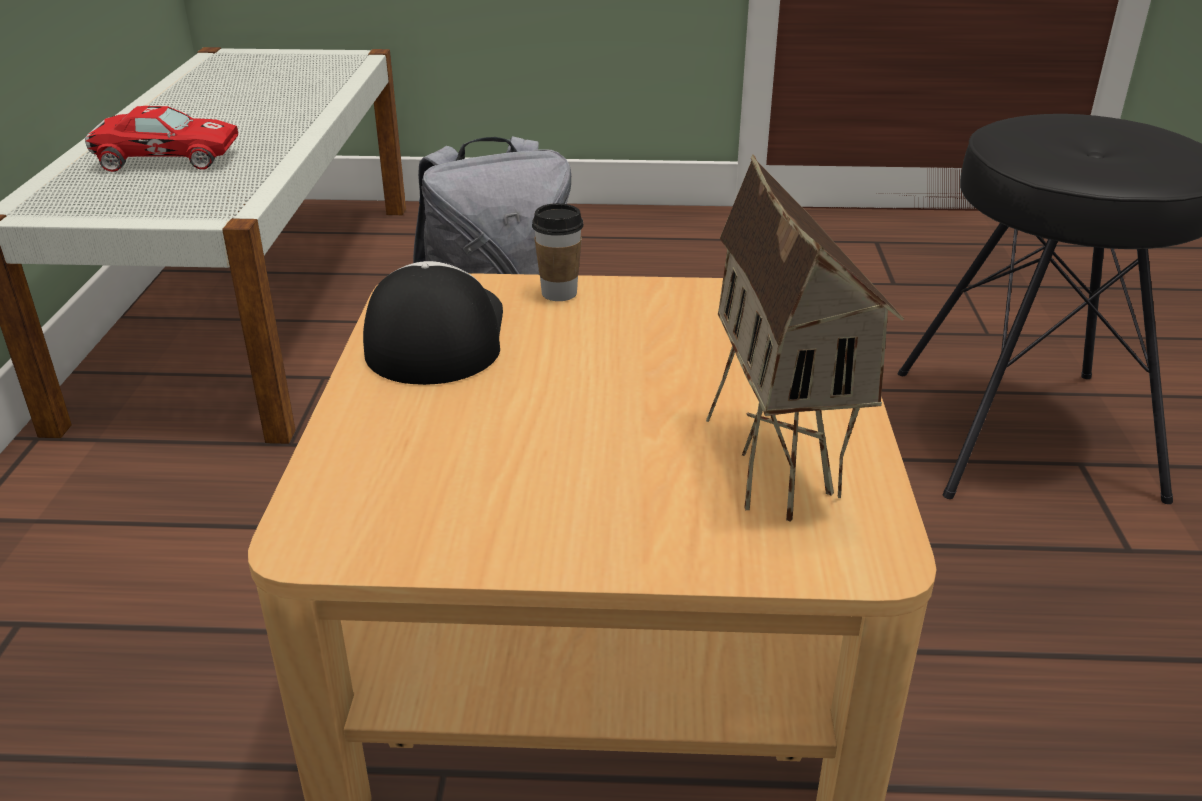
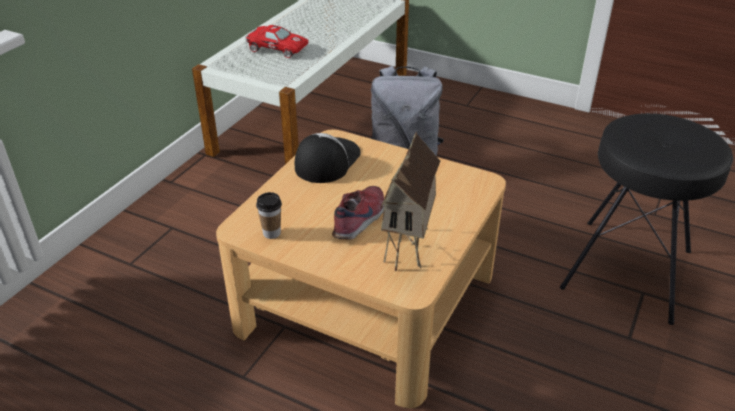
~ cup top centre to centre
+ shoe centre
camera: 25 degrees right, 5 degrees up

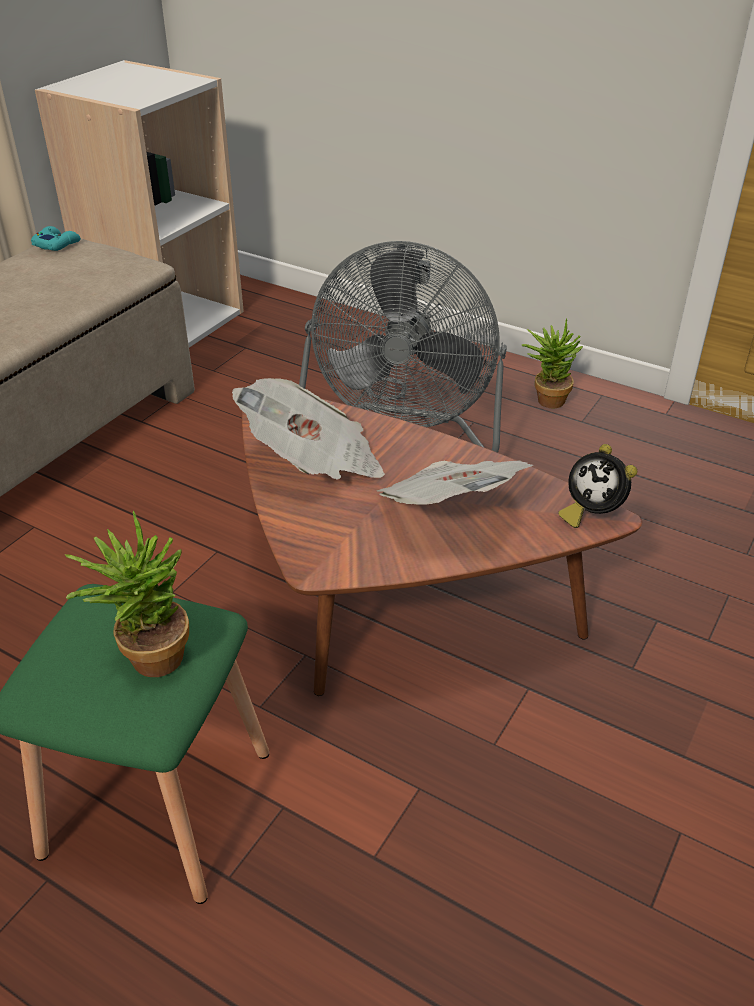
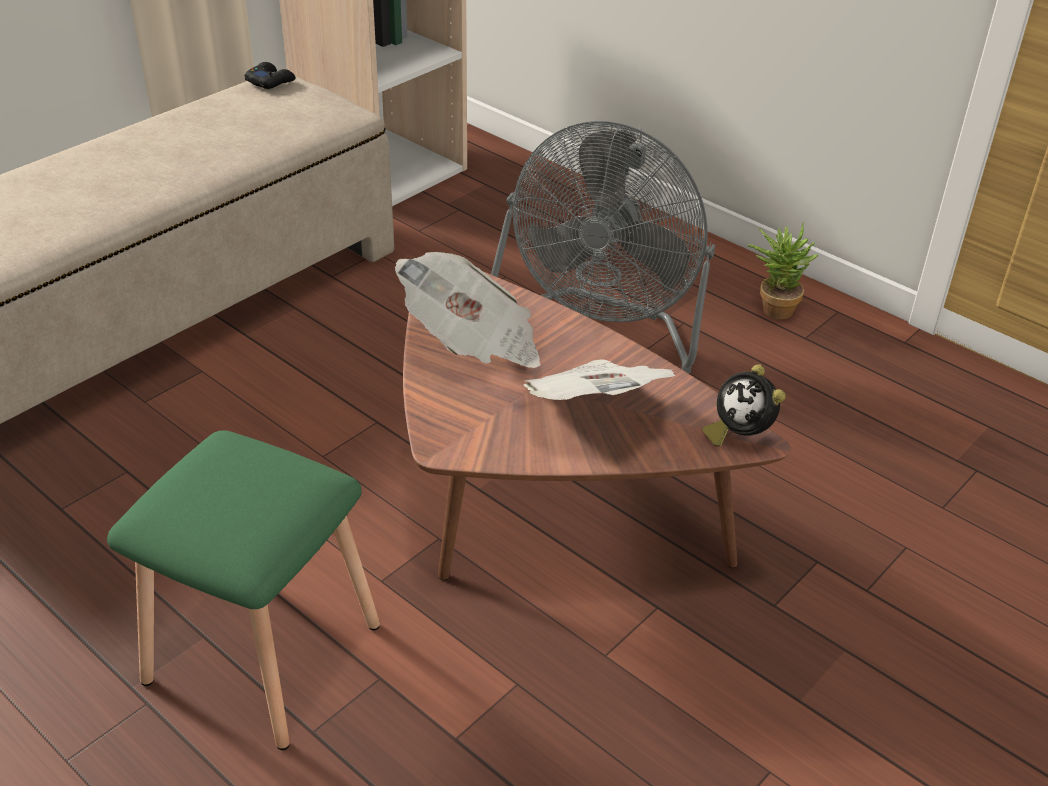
~ turquoise joypad top left to black joypad top left
- plant in a pot (no. 1 from left) middle left
camera: 10 degrees right, 0 degrees up

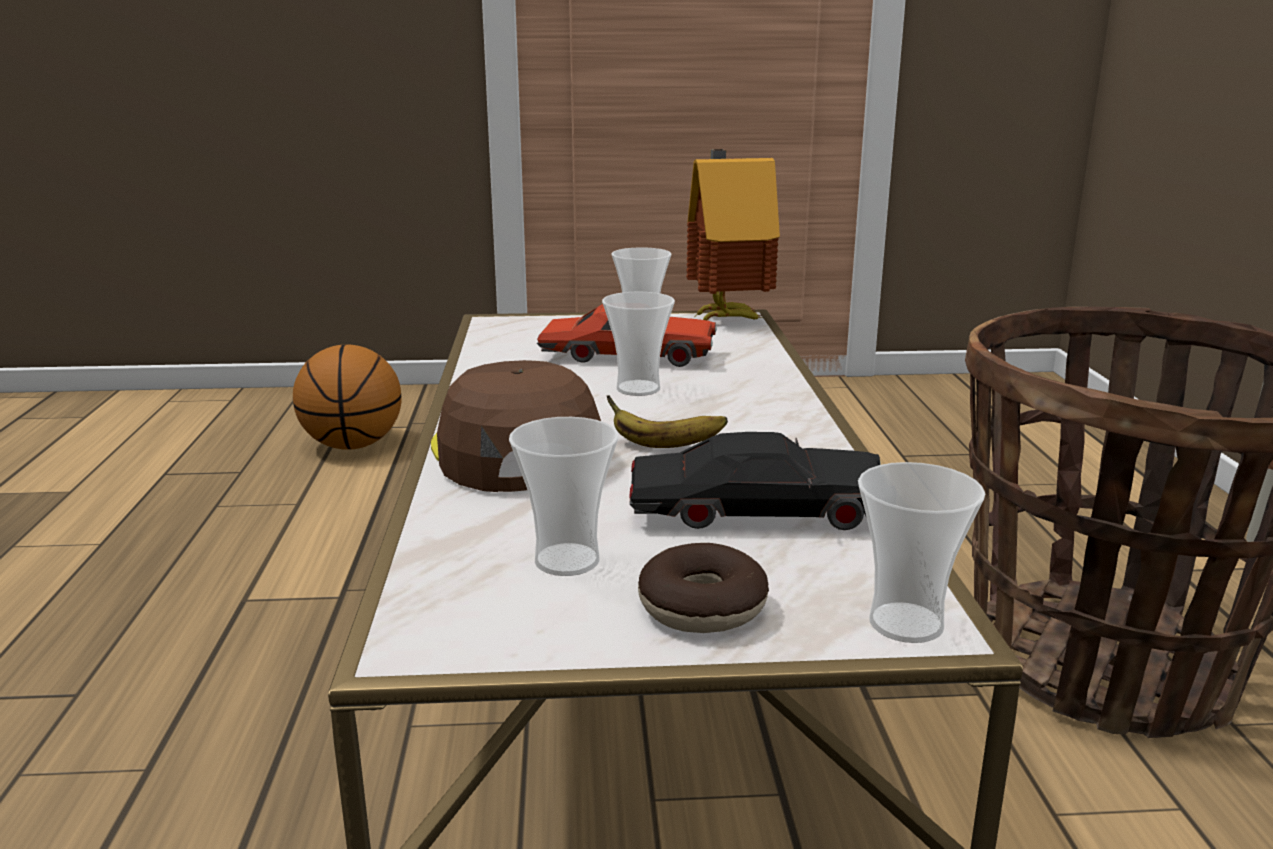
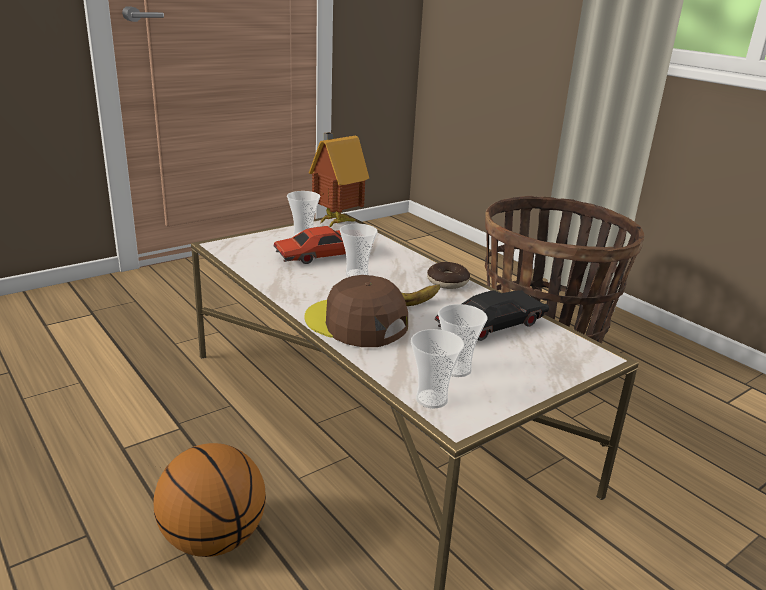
~ ball for basketball middle left to bottom left
~ doughnut bottom centre to centre
~ cup (no. 4 from left in the first image) middle right to cup (no. 3 from left) centre
camera: 35 degrees left, 5 degrees up

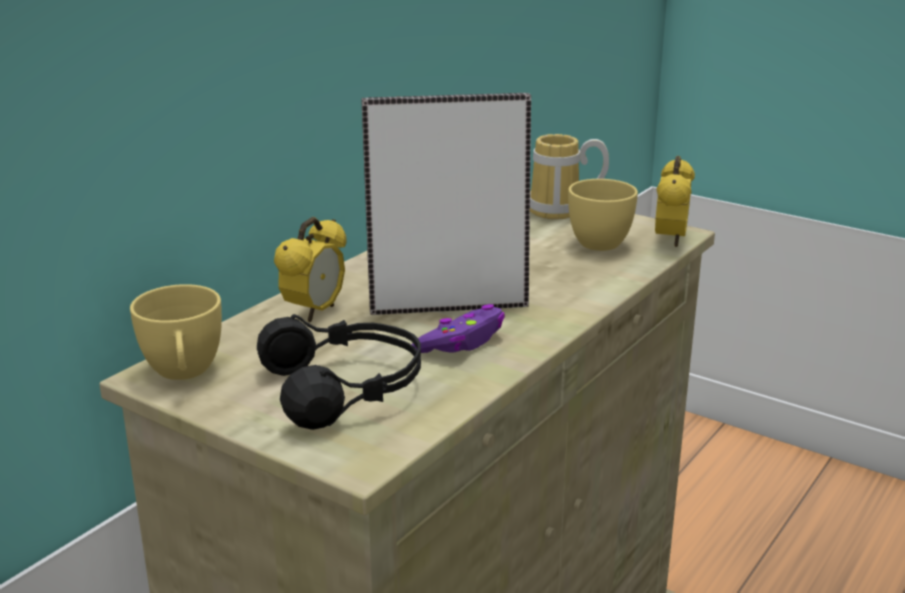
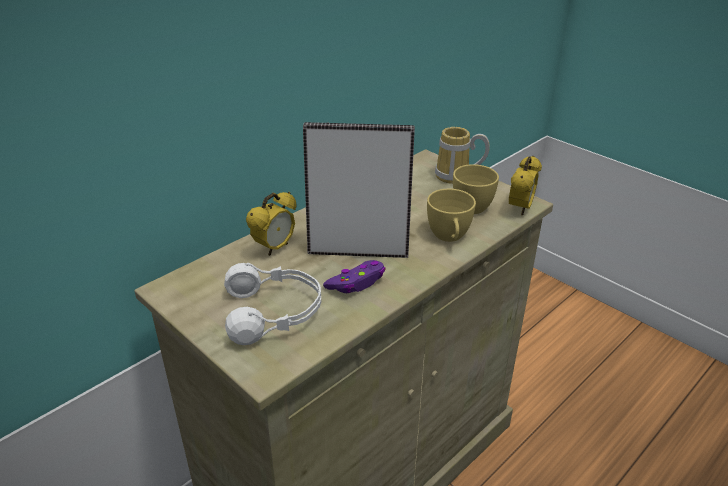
~ yellow-coloured cup (no. 1 from left) middle left to centre
~ black headset centre to white-coloured headset centre
camera: 10 degrees right, 10 degrees up

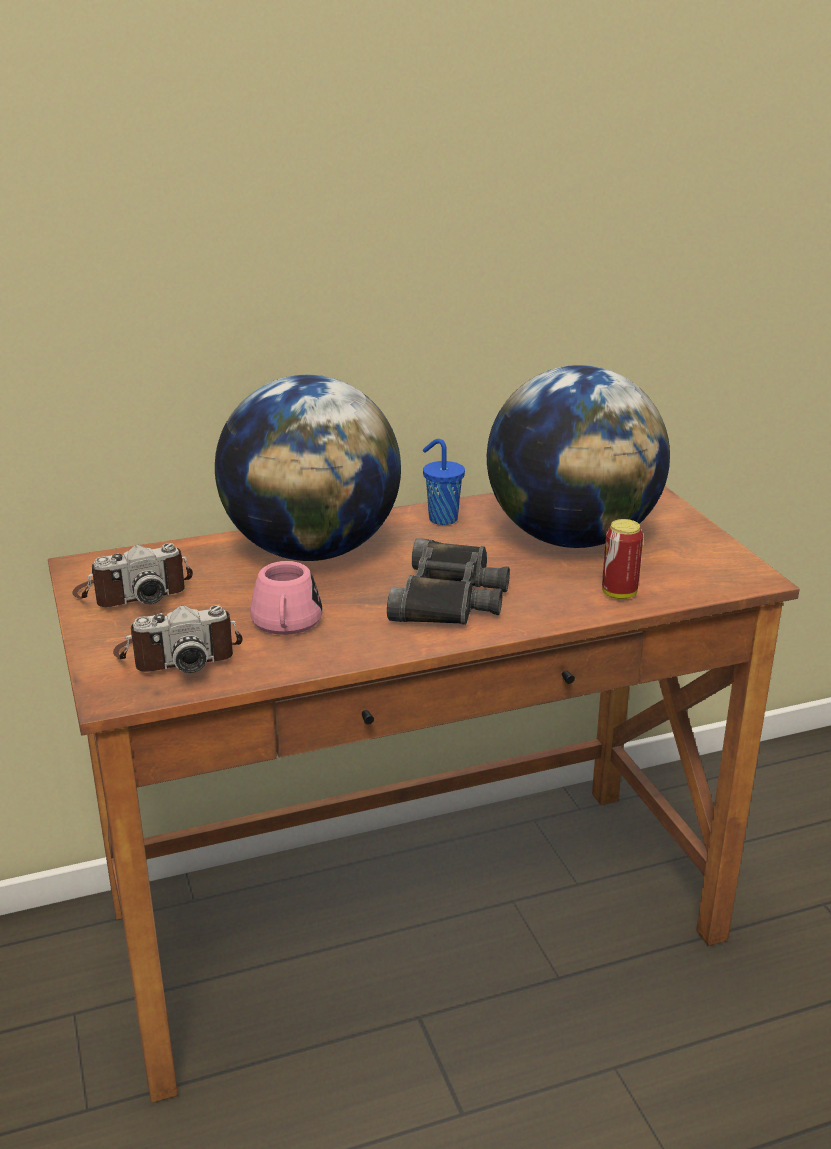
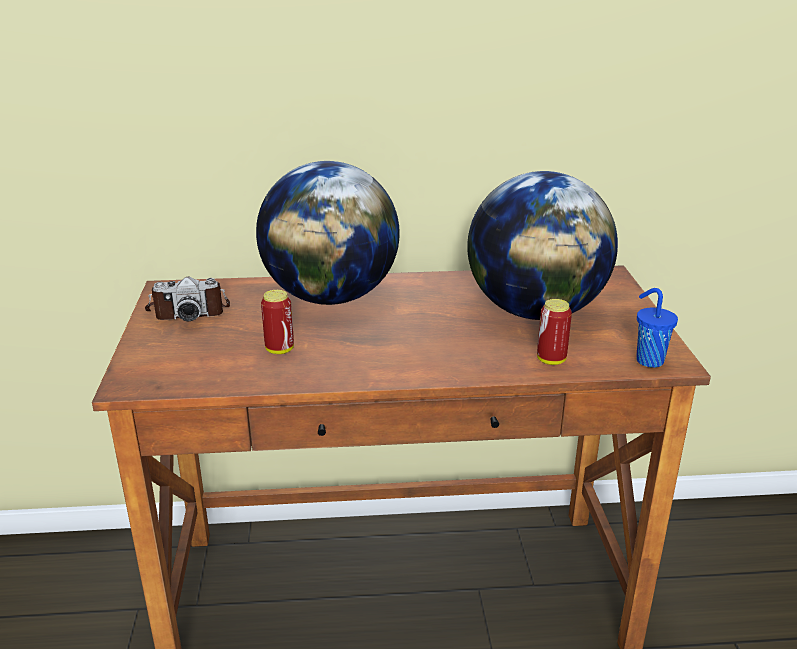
- photo camera (no. 2 from left) middle left
~ pink coffee mug centre to sealed can (no. 1 from left) centre
- black pair of binoculars centre
~ blue cup centre to middle right
camera: 15 degrees right, 0 degrees up

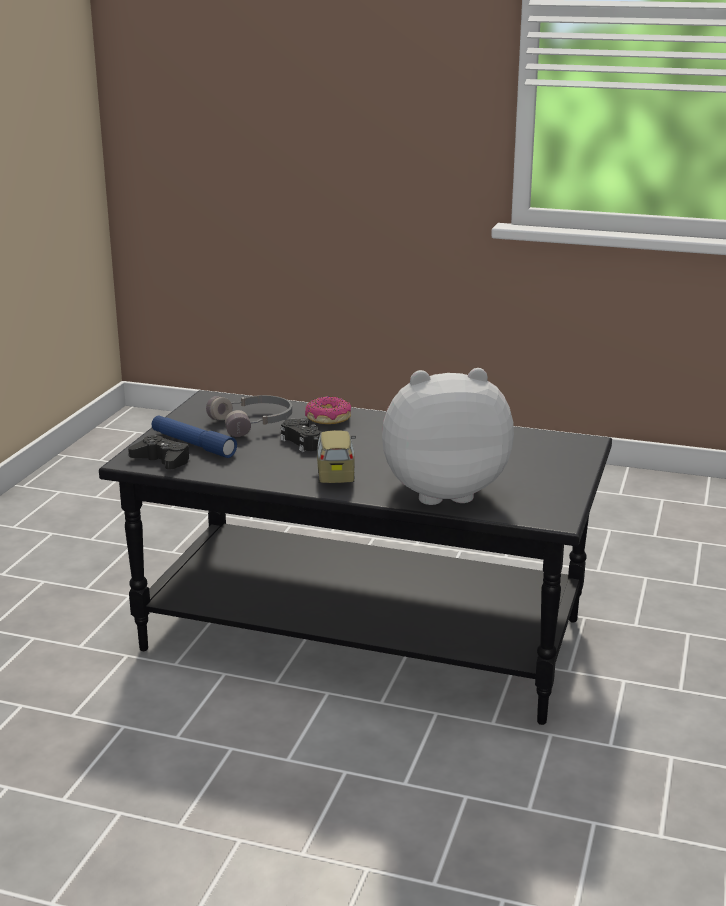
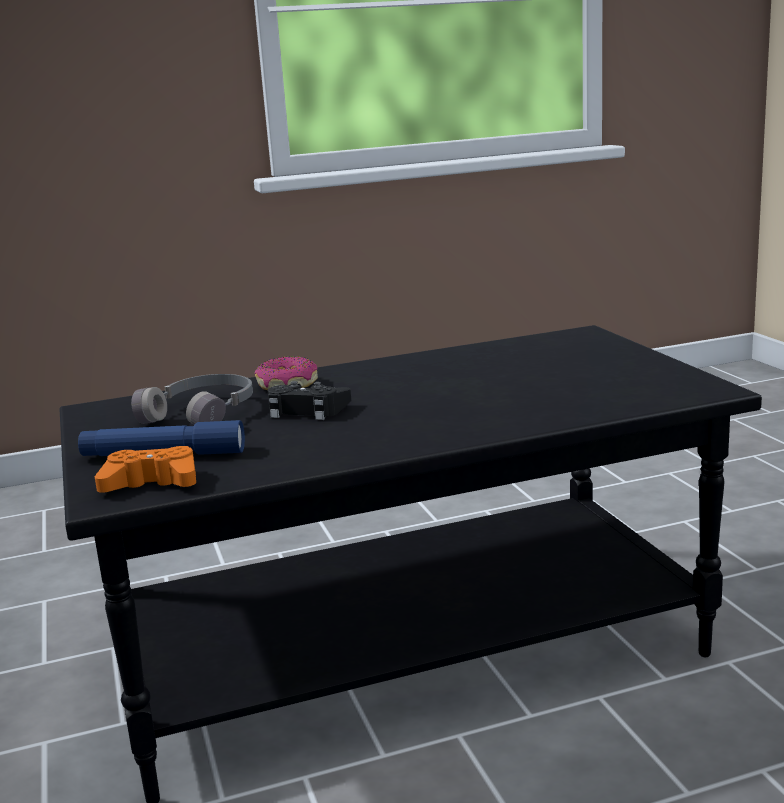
~ black joypad (no. 1 from left) middle left to orange joypad middle left
- model car centre
- cuddly toy centre
camera: 35 degrees left, 5 degrees down

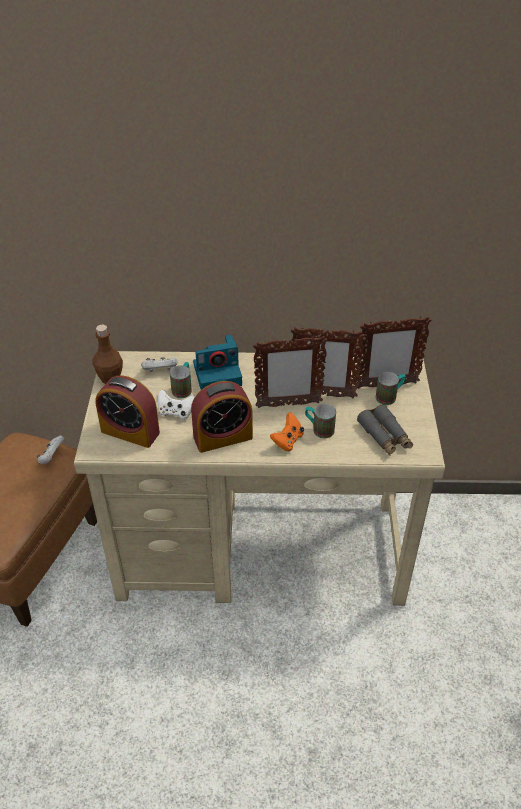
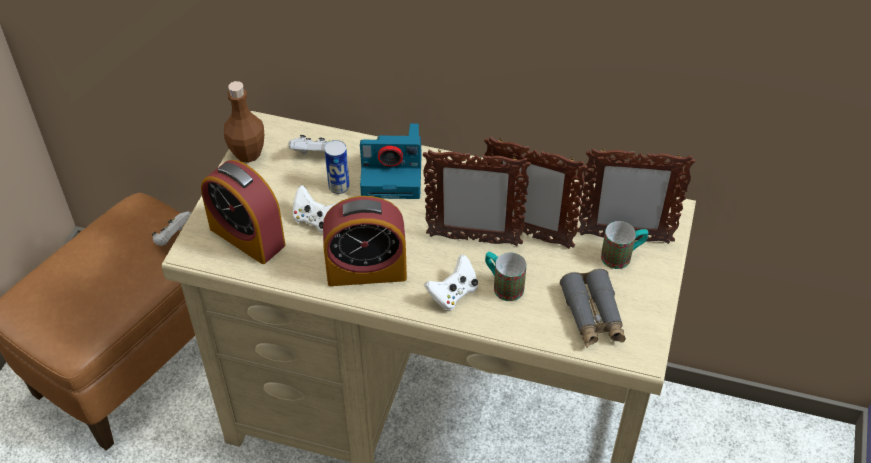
~ coffee mug (no. 1 from left) centre to sealed can centre
~ orange joypad centre to white-coloured joypad (no. 4 from left) centre
camera: 15 degrees right, 5 degrees up

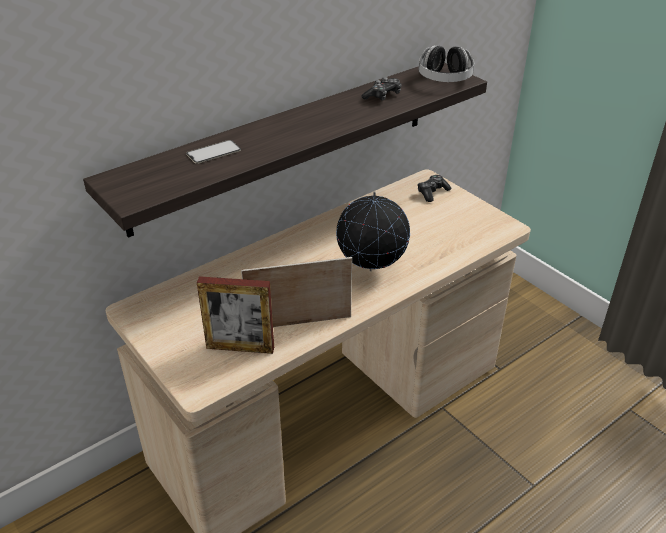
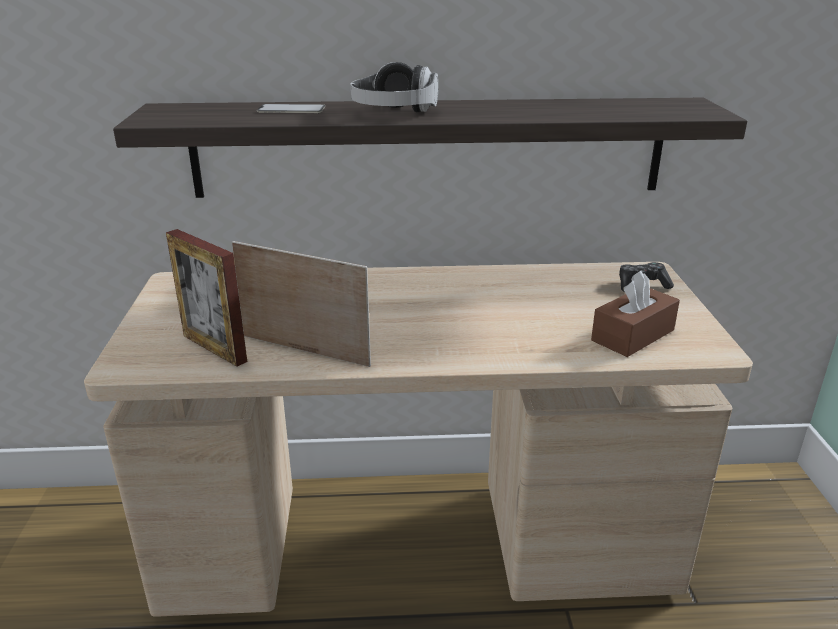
- world globe centre
- joypad (no. 1 from left) top centre
~ headset top right to top centre
+ brown tissue box middle right
camera: 35 degrees right, 10 degrees down

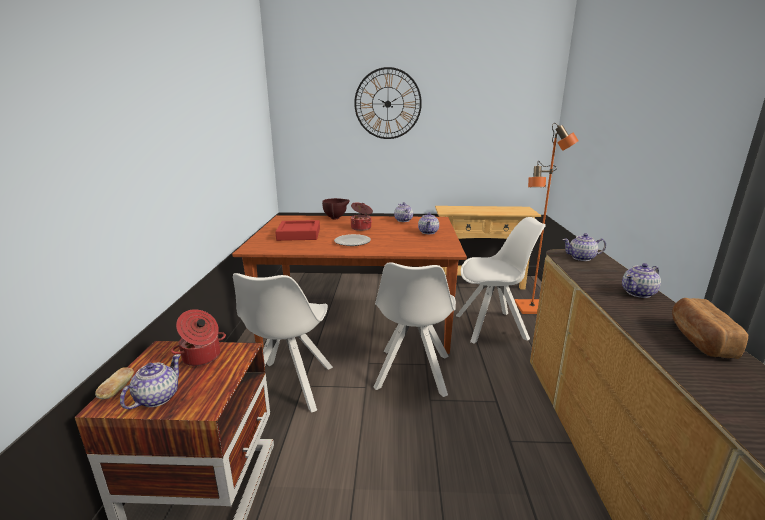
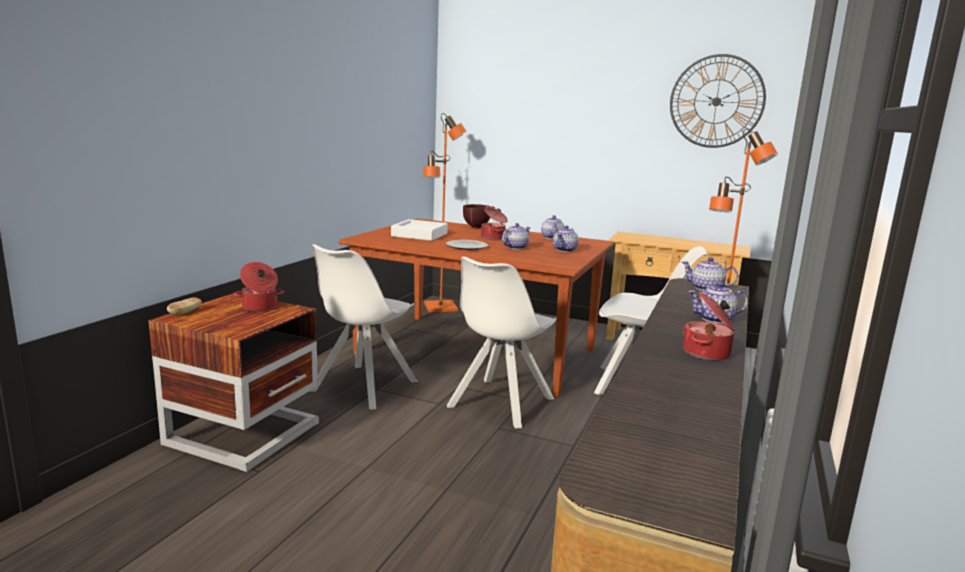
~ tea pot (no. 1 from left) bottom left to centre
~ reddish serving tray centre to white-coloured serving tray centre
~ hanging clock top centre to top right
~ bread (no. 2 from left) middle right to cooking pot (no. 3 from left) middle right
+ orange floor lamp (no. 1 from left) centre
camera: 20 degrees right, 5 degrees down

